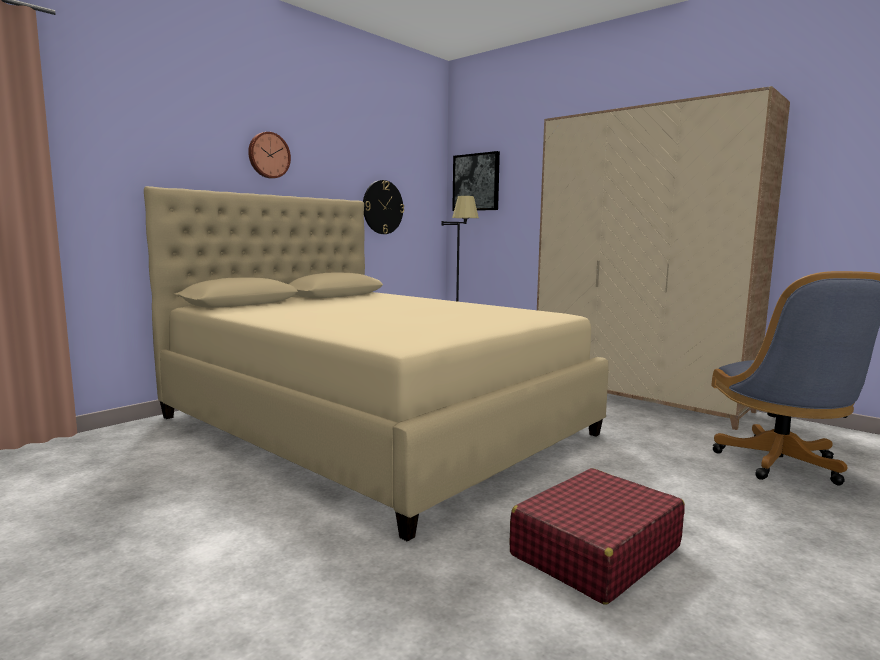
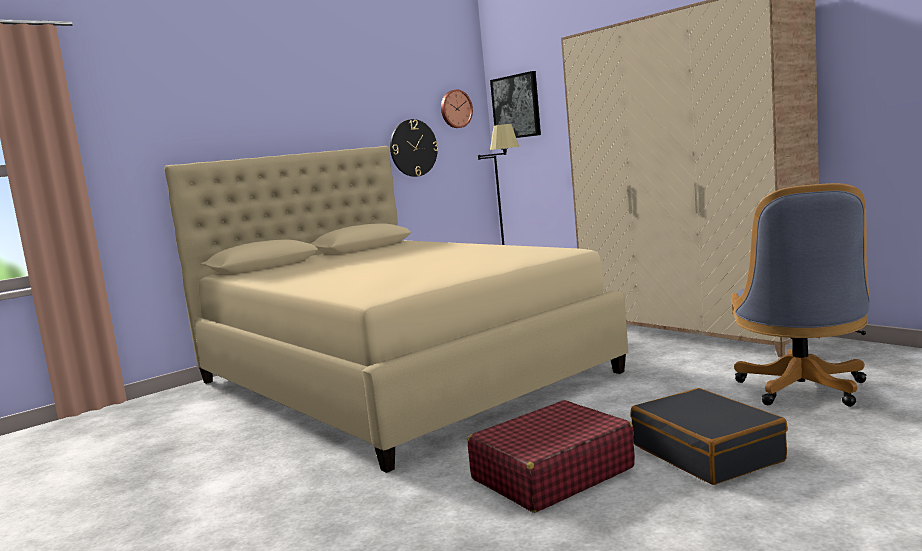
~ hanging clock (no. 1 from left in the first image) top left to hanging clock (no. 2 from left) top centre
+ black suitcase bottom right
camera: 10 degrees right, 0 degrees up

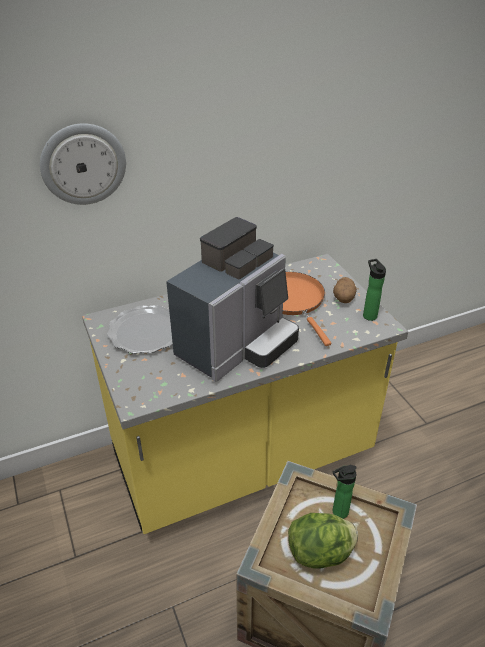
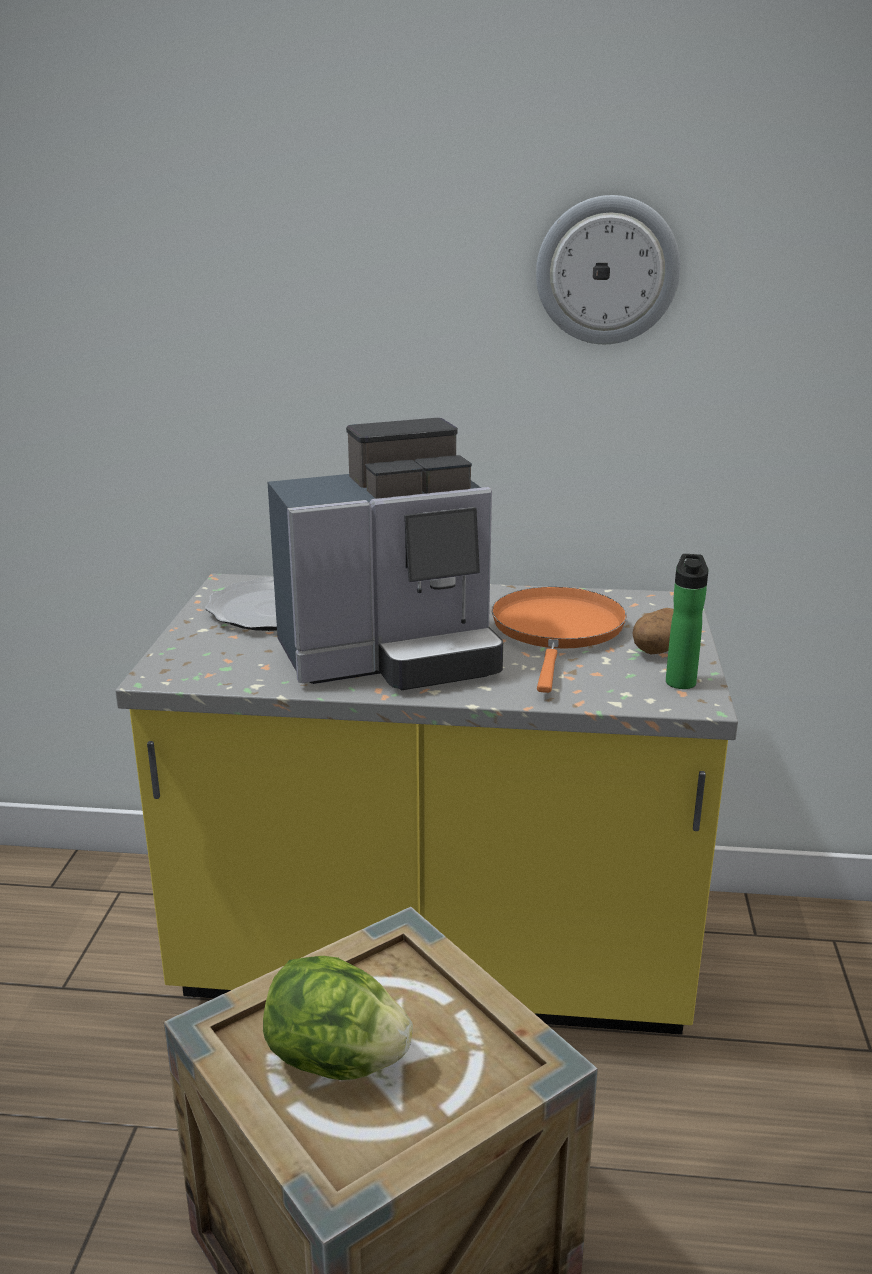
~ hanging clock top left to top right
- beverage bottle (no. 1 from left) bottom right
camera: 30 degrees right, 15 degrees down

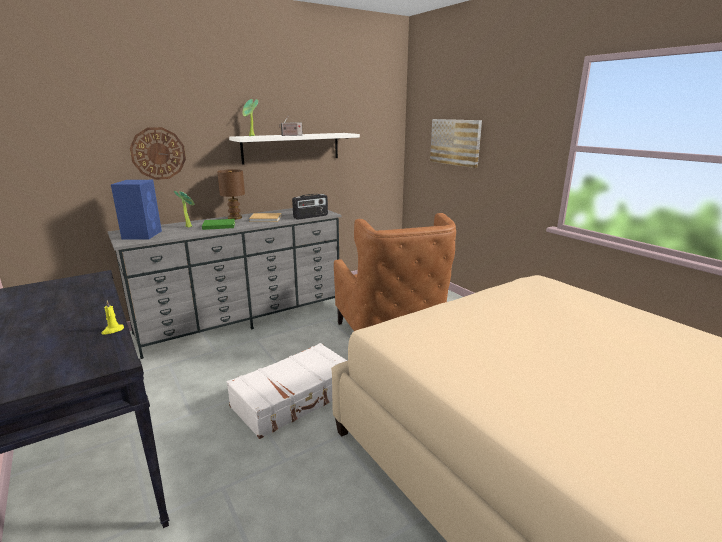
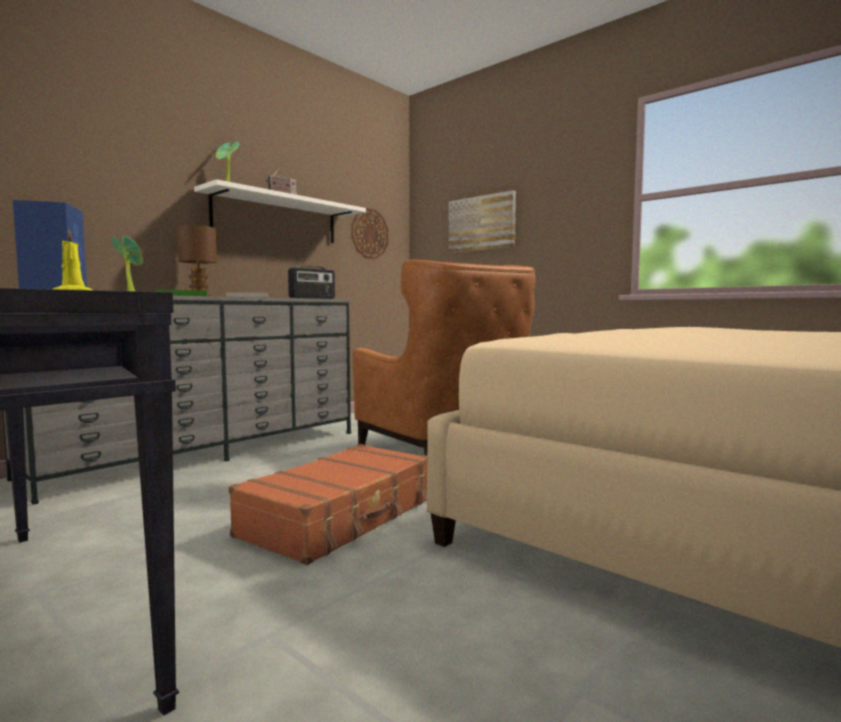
~ hanging clock top left to top centre
~ white-coloured suitcase bottom centre to brown suitcase bottom centre
camera: 15 degrees left, 15 degrees down

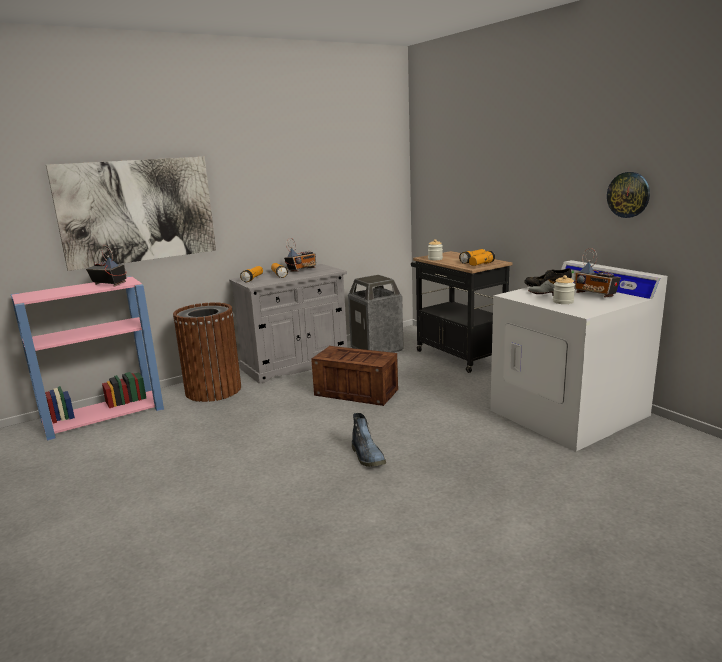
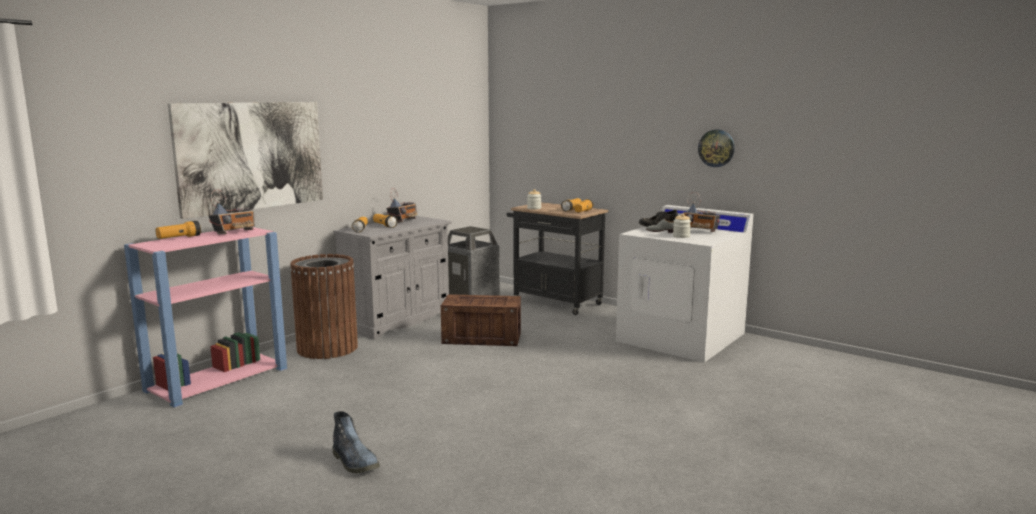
~ radio (no. 1 from left) middle left = middle left 120 degrees clockwise
~ tall boot centre to bottom centre
+ flashlight (no. 1 from left) middle left
camera: 20 degrees left, 5 degrees down

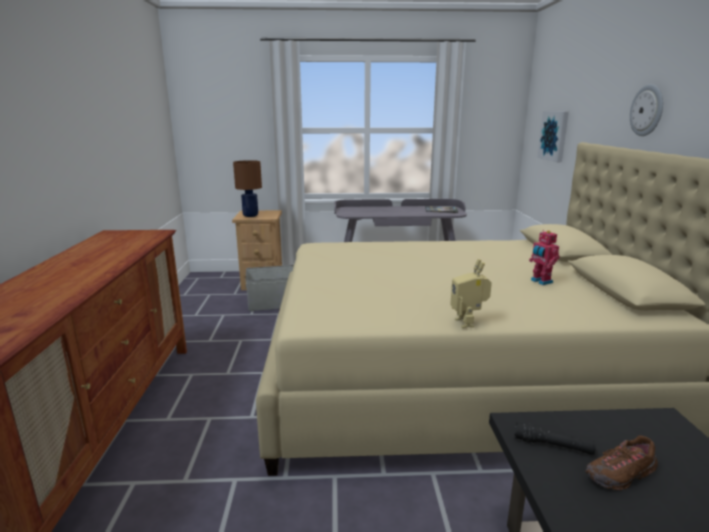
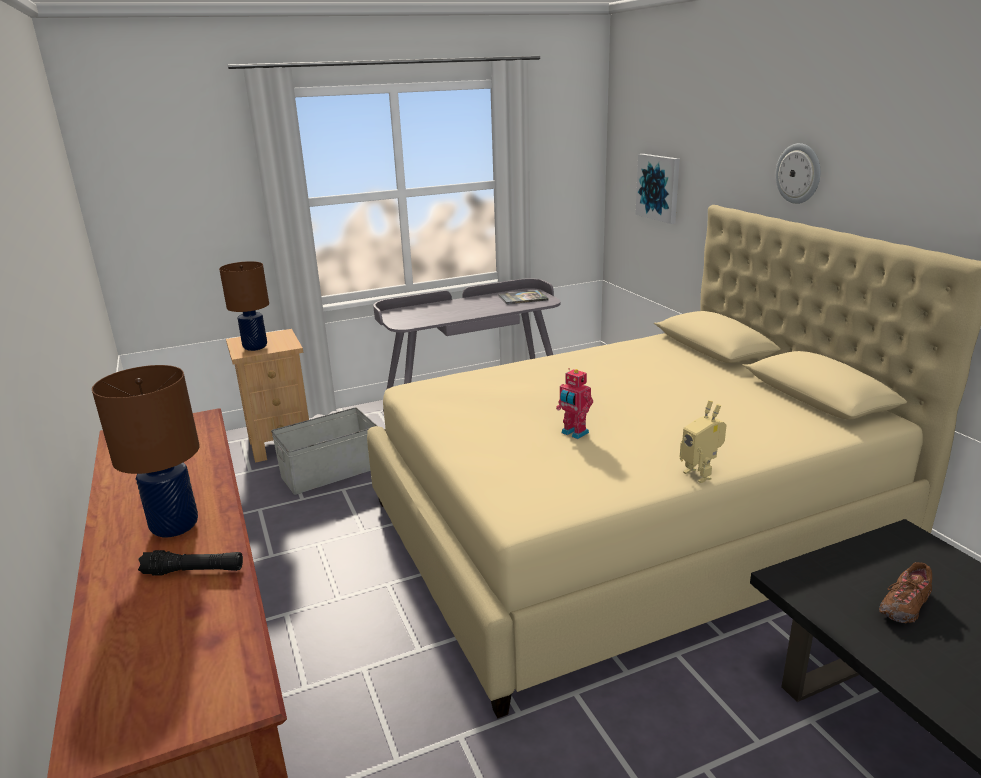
~ black flashlight bottom right to bottom left
~ toy robot (no. 2 from left in the first image) middle right to toy robot (no. 1 from left) centre
+ brown tabletop lamp (no. 1 from left) middle left
camera: 20 degrees left, 5 degrees up

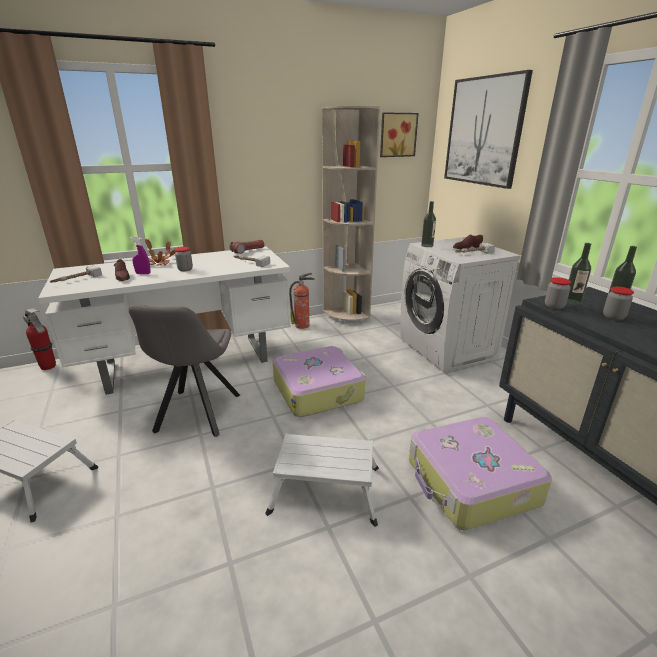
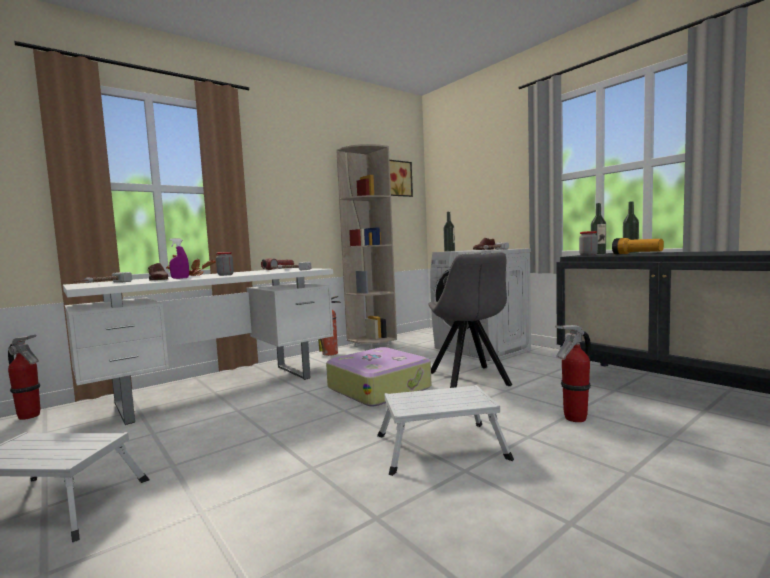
~ greyish chair middle left to centre
~ suitcase (no. 2 from left) bottom right to extinguisher (no. 3 from left) middle right
- wall picture (no. 2 from left) top right
~ preserve jar (no. 3 from left) middle right to flashlight (no. 2 from left) middle right
camera: 15 degrees left, 20 degrees down

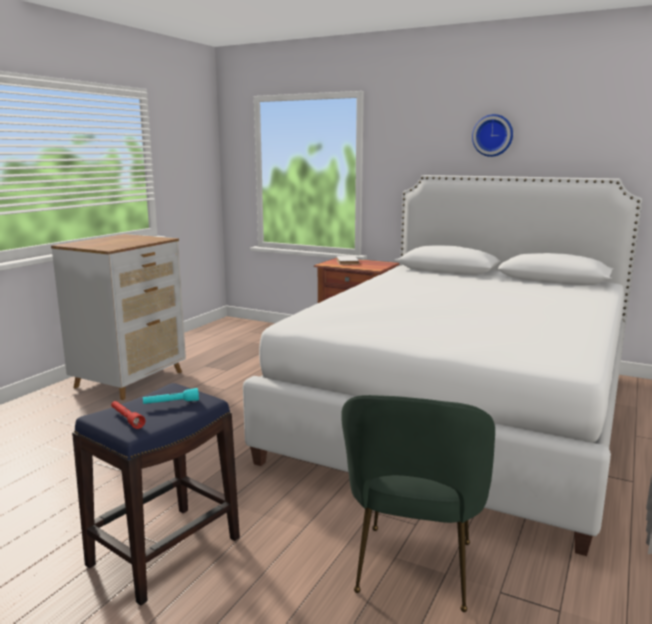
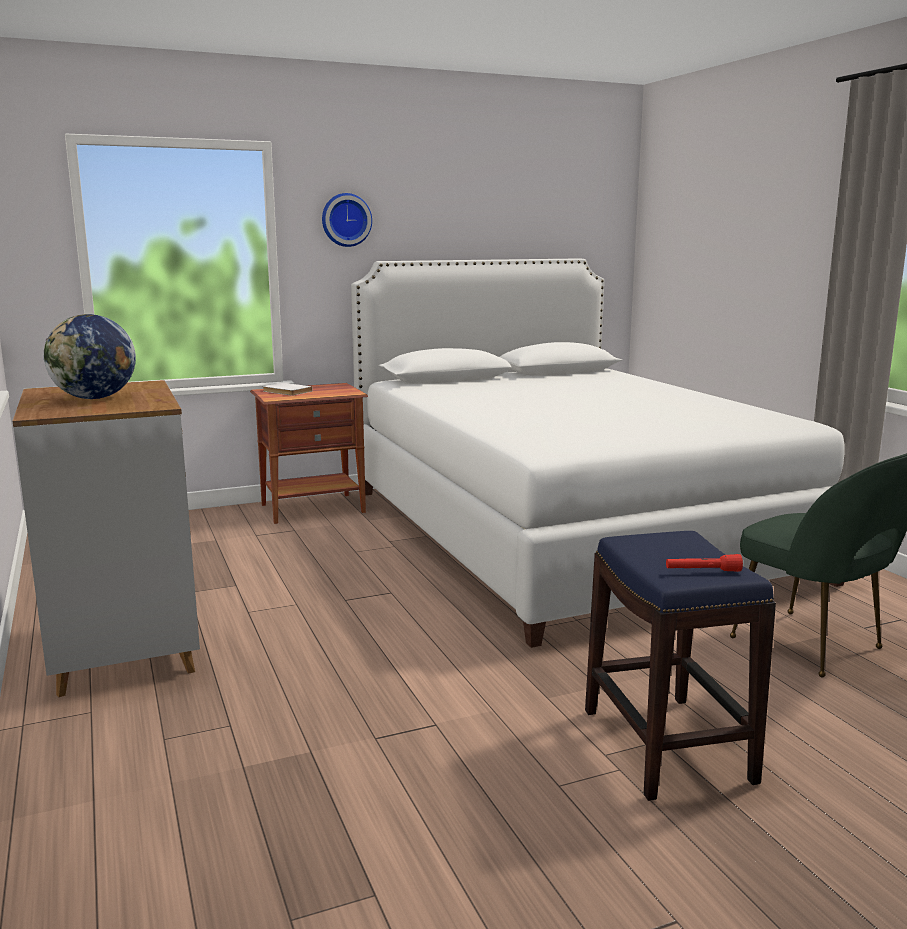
- turquoise flashlight middle left
~ hanging clock top right to top centre
+ world globe middle left
camera: 50 degrees left, 0 degrees up

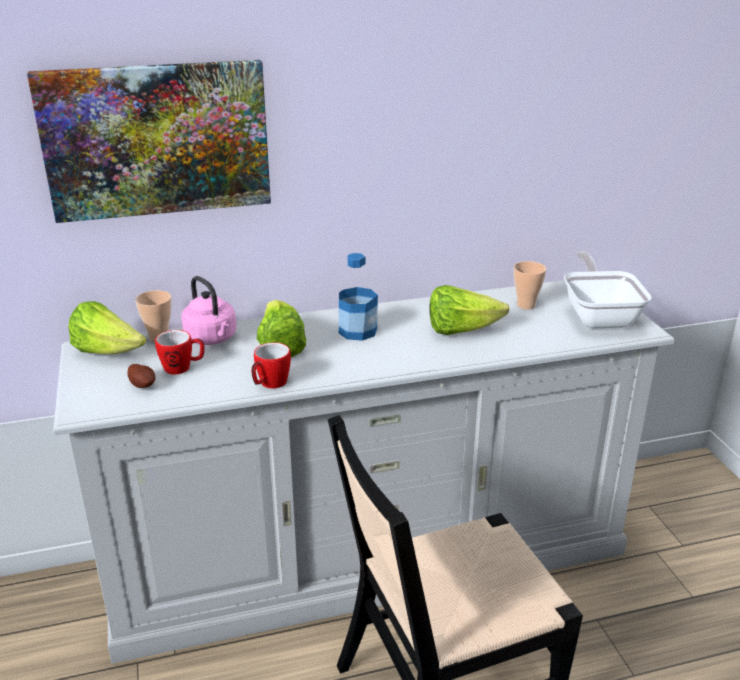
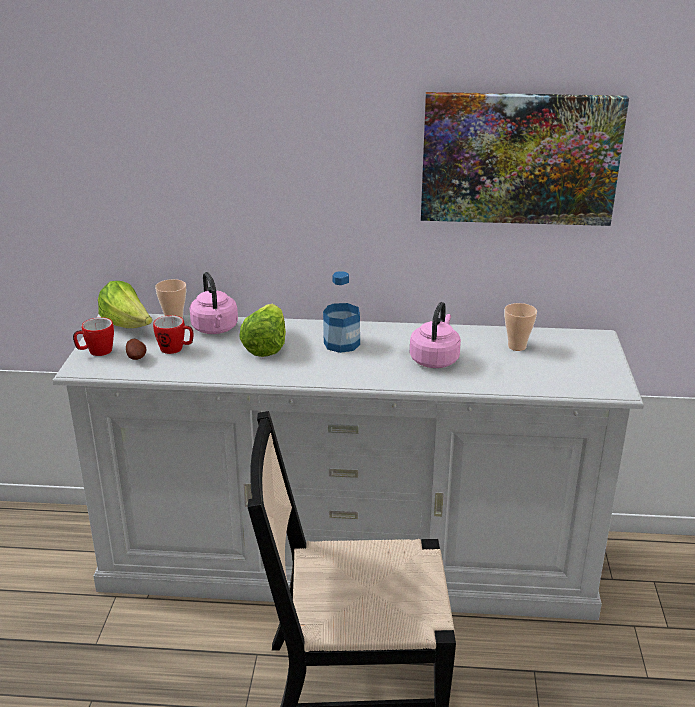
~ wall picture top left to top right
~ coffee mug (no. 2 from left in the first image) centre to coffee mug (no. 1 from left) middle left
~ lettuce head (no. 3 from left) centre to pink kettle (no. 2 from left) centre
- frying pan middle right
camera: 20 degrees right, 0 degrees up

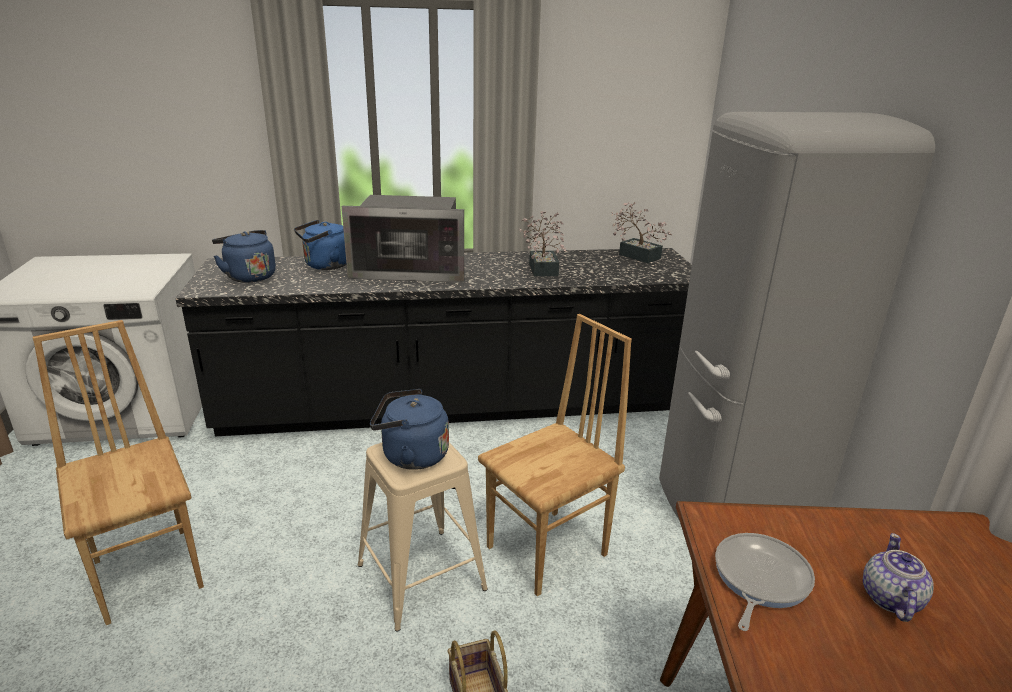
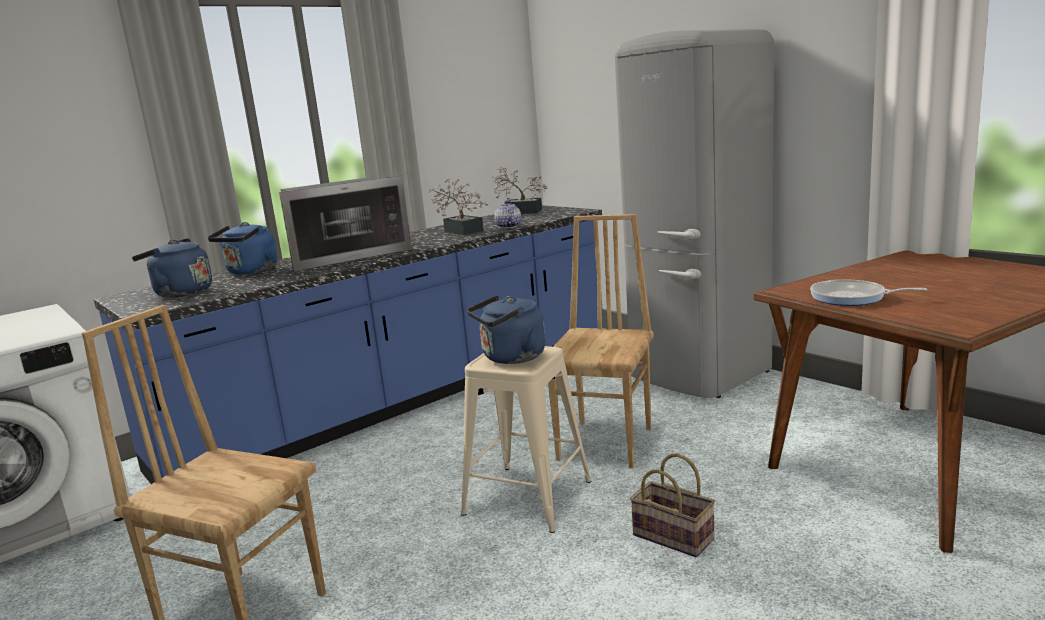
~ black counter centre to blue counter middle left
~ frying pan bottom right = middle right 60 degrees counterclockwise
~ tea pot bottom right to centre
camera: 30 degrees left, 10 degrees down

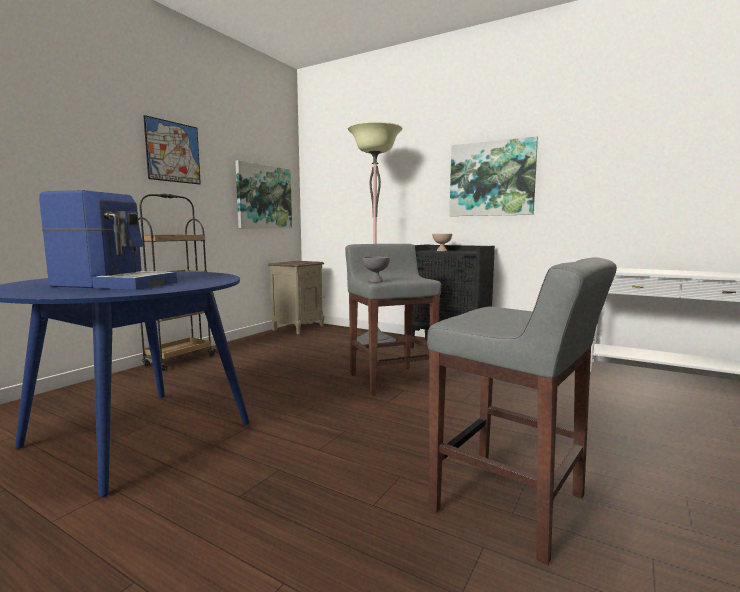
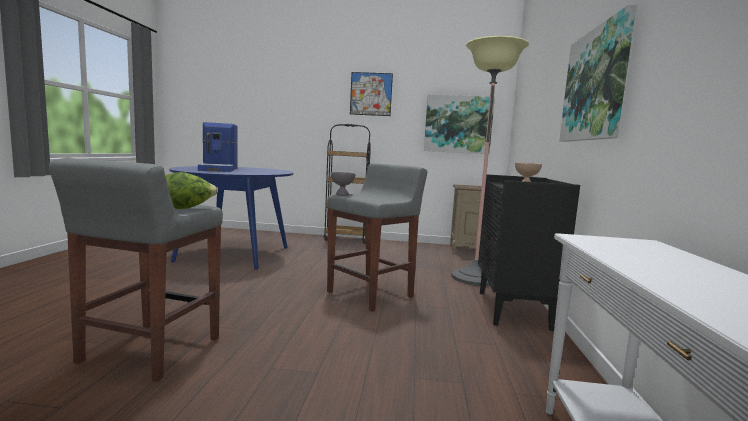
+ lettuce head middle left
camera: 65 degrees right, 0 degrees up

